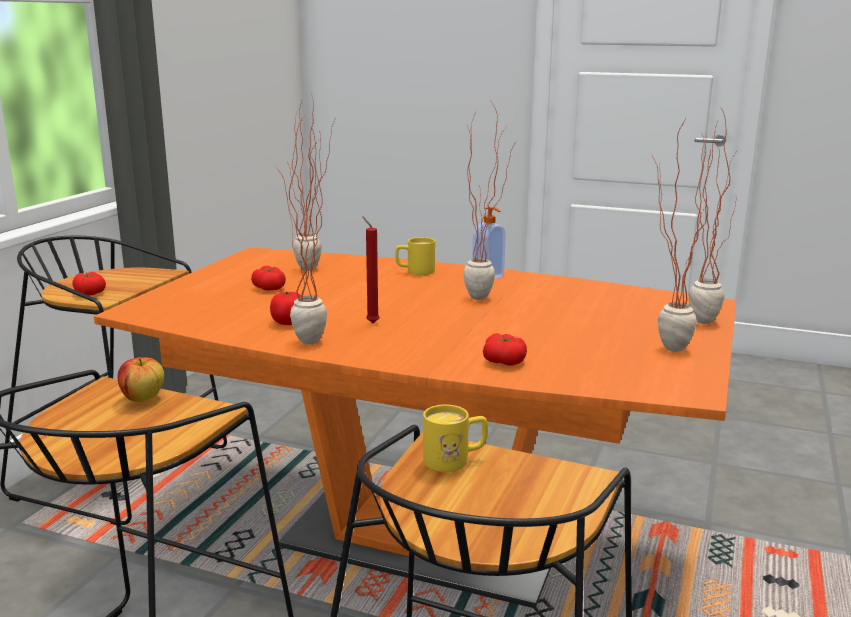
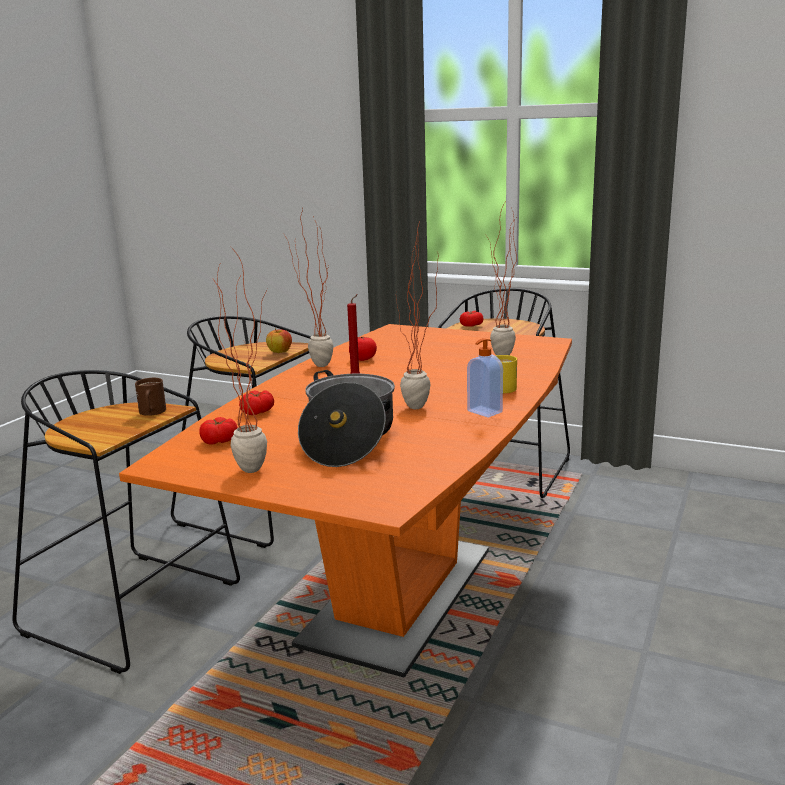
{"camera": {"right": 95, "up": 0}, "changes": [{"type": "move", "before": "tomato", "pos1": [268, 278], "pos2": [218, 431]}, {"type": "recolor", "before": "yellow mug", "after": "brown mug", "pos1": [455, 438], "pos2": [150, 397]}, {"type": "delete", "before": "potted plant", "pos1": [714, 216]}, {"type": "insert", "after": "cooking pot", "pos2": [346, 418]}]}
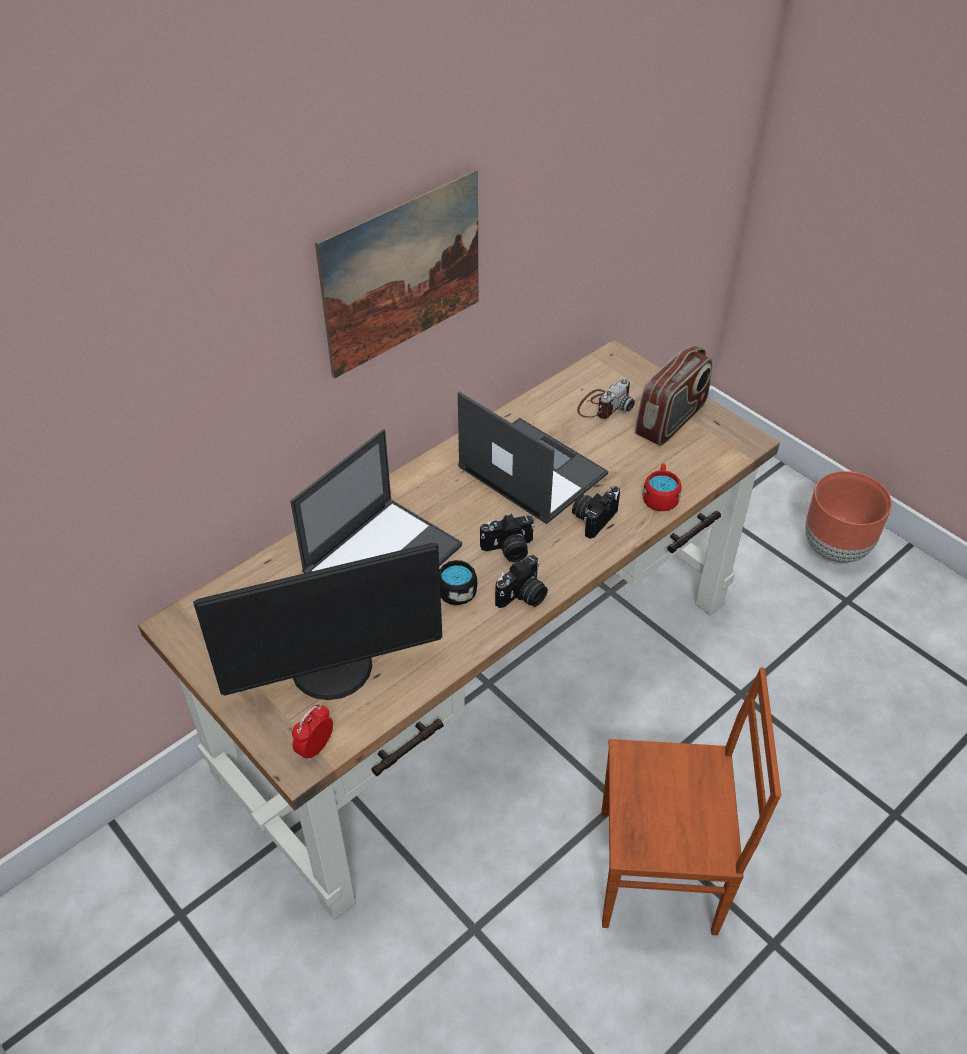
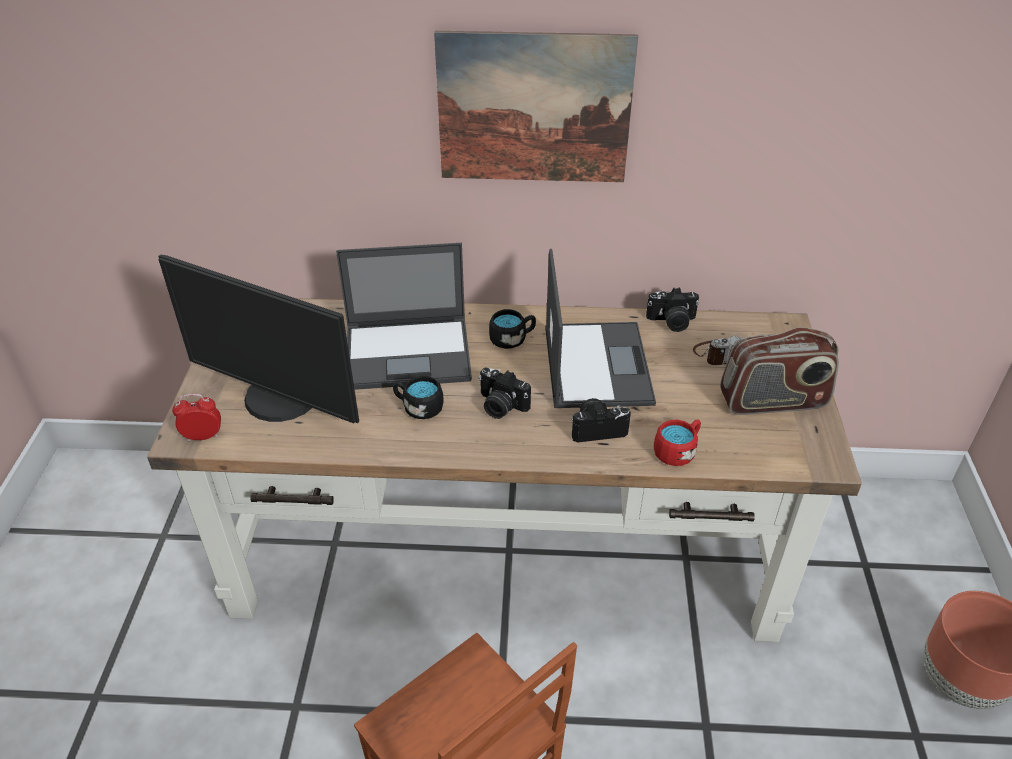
{"camera": {"right": 45, "up": -5}, "changes": [{"type": "move", "before": "photo camera", "pos1": [521, 581], "pos2": [672, 310]}, {"type": "insert", "after": "black mug", "pos2": [512, 329]}]}
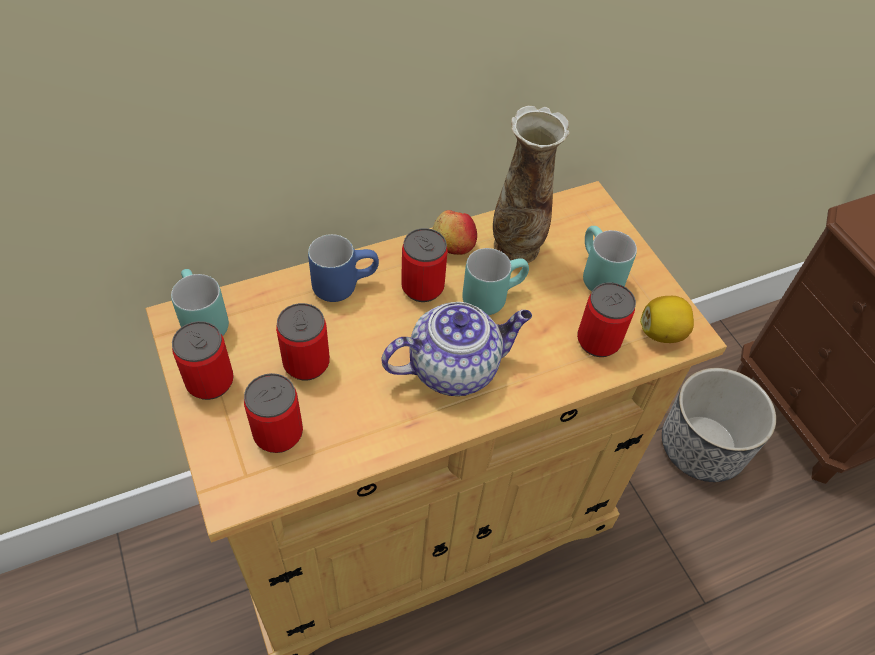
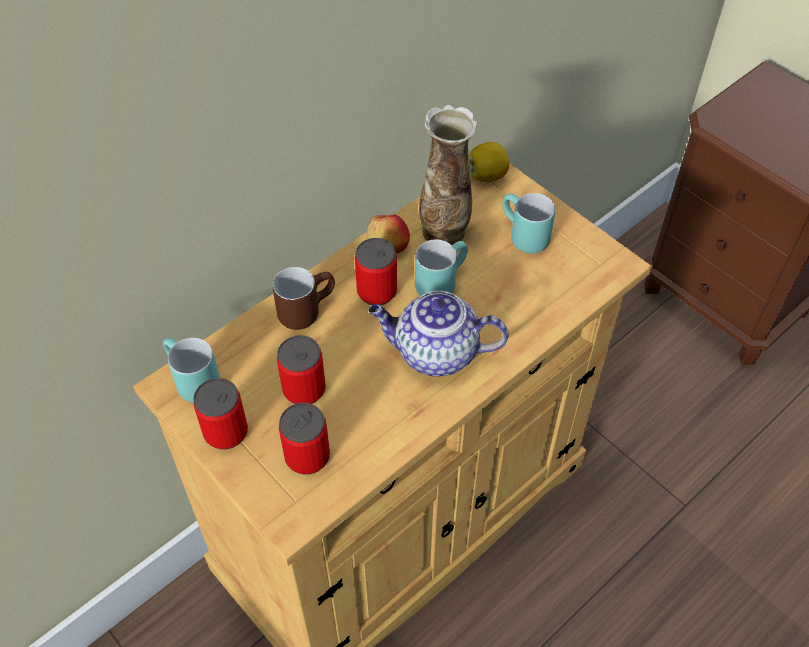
{"camera": {"right": -15, "up": 0}, "changes": [{"type": "recolor", "before": "blue mug", "after": "brown mug", "pos1": [343, 268], "pos2": [303, 298]}, {"type": "rotate", "before": "teapot", "pos1": [456, 349], "pos2": [438, 334], "turn": -135}, {"type": "delete", "before": "can", "pos1": [606, 319]}, {"type": "move", "before": "lemon", "pos1": [667, 319], "pos2": [489, 162]}, {"type": "delete", "before": "planter", "pos1": [719, 425]}]}
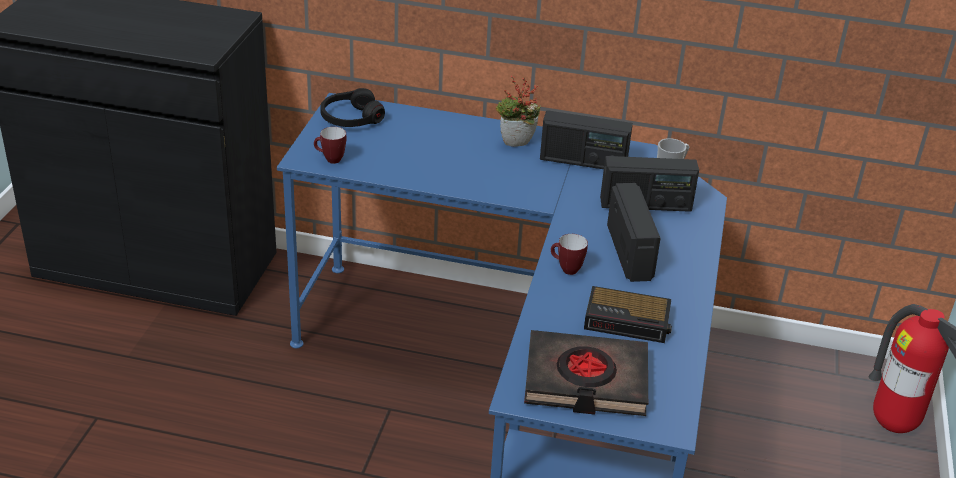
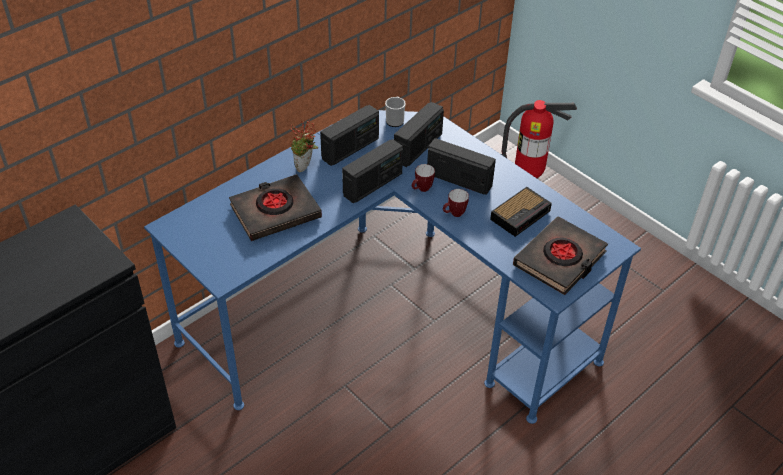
{"camera": {"right": -55, "up": 10}, "changes": [{"type": "move", "before": "mug", "pos1": [330, 145], "pos2": [423, 178]}, {"type": "delete", "before": "black headphones", "pos1": [352, 107]}, {"type": "insert", "after": "black book", "pos2": [275, 207]}, {"type": "insert", "after": "radio", "pos2": [372, 171]}]}
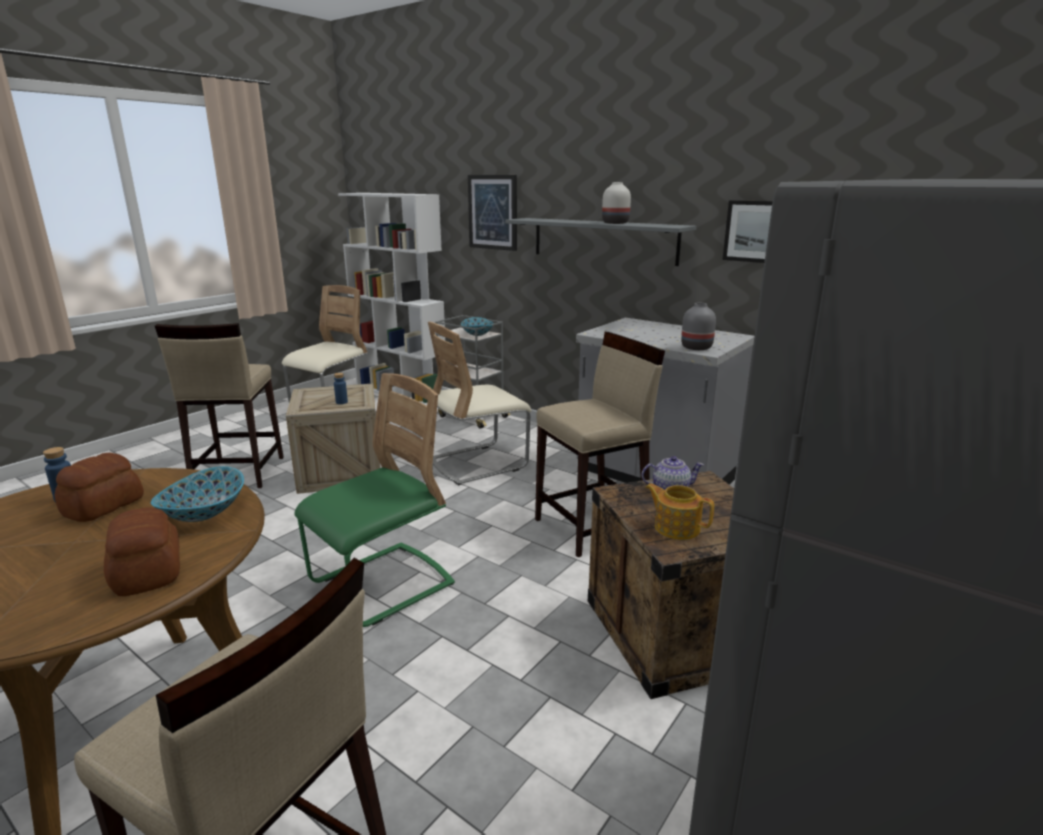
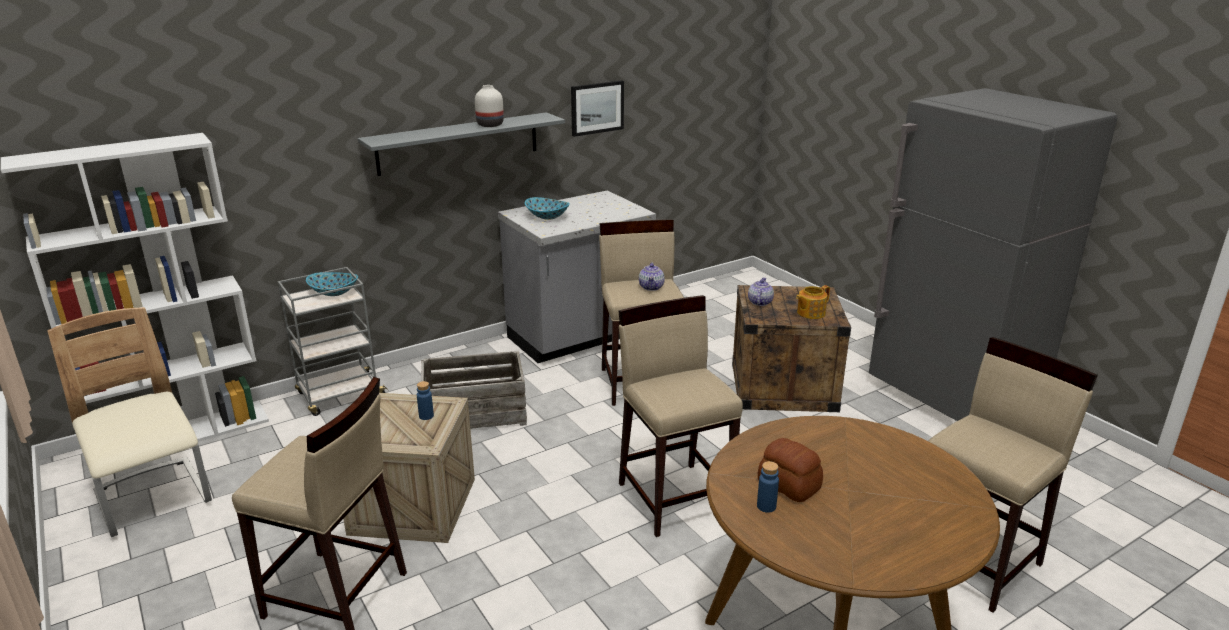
{"camera": {"right": -70, "up": 5}, "changes": [{"type": "delete", "before": "bread", "pos1": [142, 551]}, {"type": "move", "before": "bowl", "pos1": [197, 494], "pos2": [547, 208]}, {"type": "replace", "before": "green chair", "after": "beige stool", "pos1": [374, 500], "pos2": [681, 416]}, {"type": "replace", "before": "beige chair", "after": "crate", "pos1": [480, 403], "pos2": [474, 390]}, {"type": "delete", "before": "picture", "pos1": [492, 213]}, {"type": "delete", "before": "grey vase", "pos1": [698, 326]}, {"type": "insert", "after": "teapot", "pos2": [652, 276]}]}
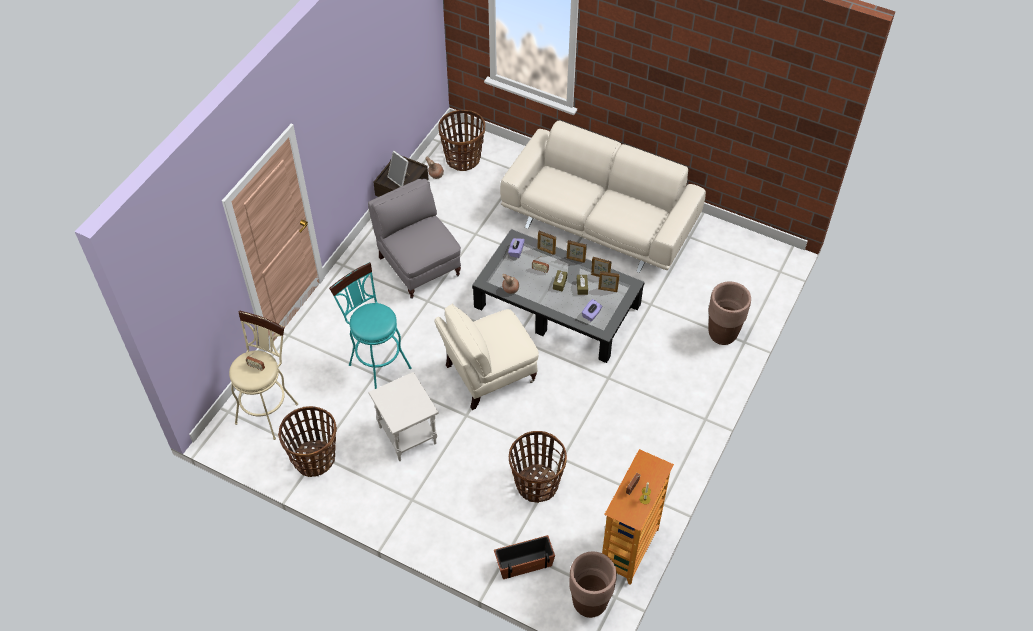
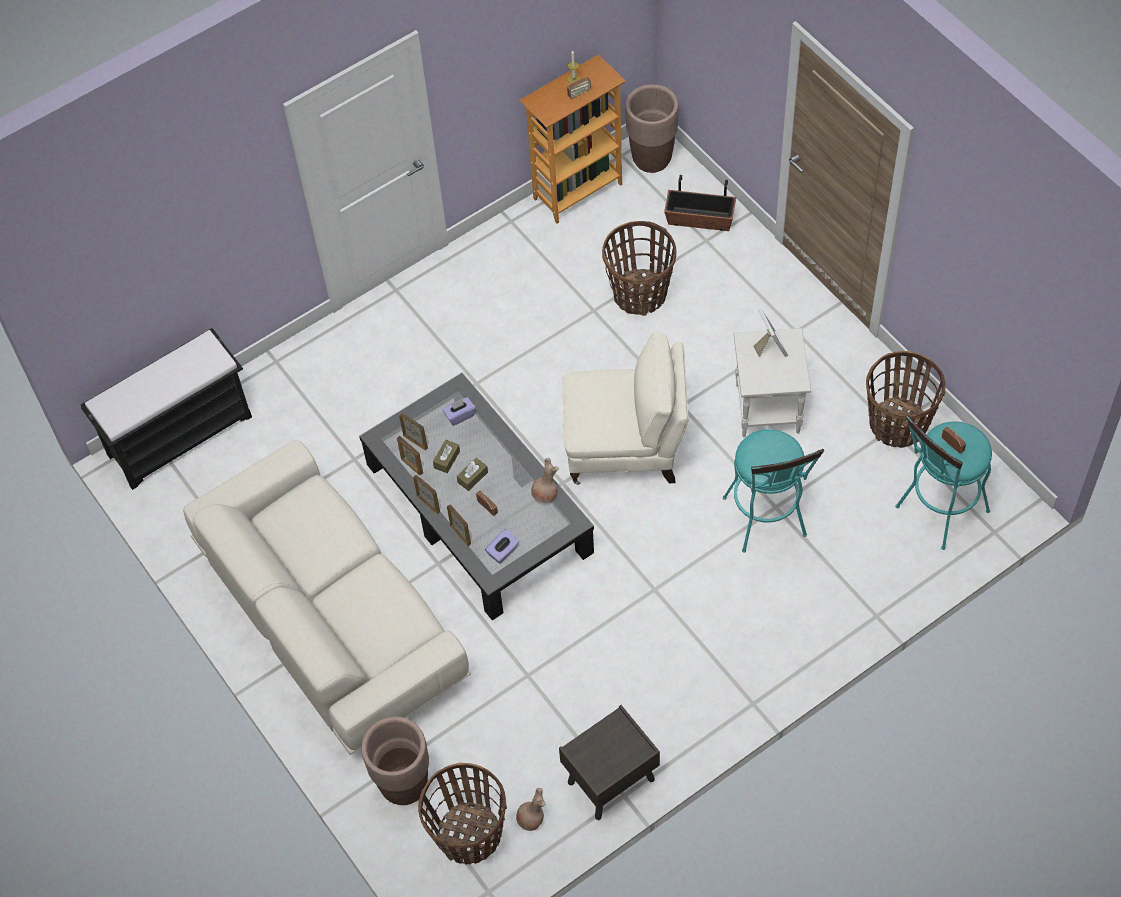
{"camera": {"right": -150, "up": 5}, "changes": [{"type": "recolor", "before": "beige stool", "after": "turquoise stool", "pos1": [263, 375], "pos2": [943, 482]}, {"type": "delete", "before": "grey armchair", "pos1": [414, 239]}, {"type": "move", "before": "picture frame", "pos1": [398, 169], "pos2": [770, 333]}, {"type": "move", "before": "brown planter", "pos1": [730, 313], "pos2": [395, 761]}, {"type": "insert", "after": "black bench", "pos2": [166, 409]}]}
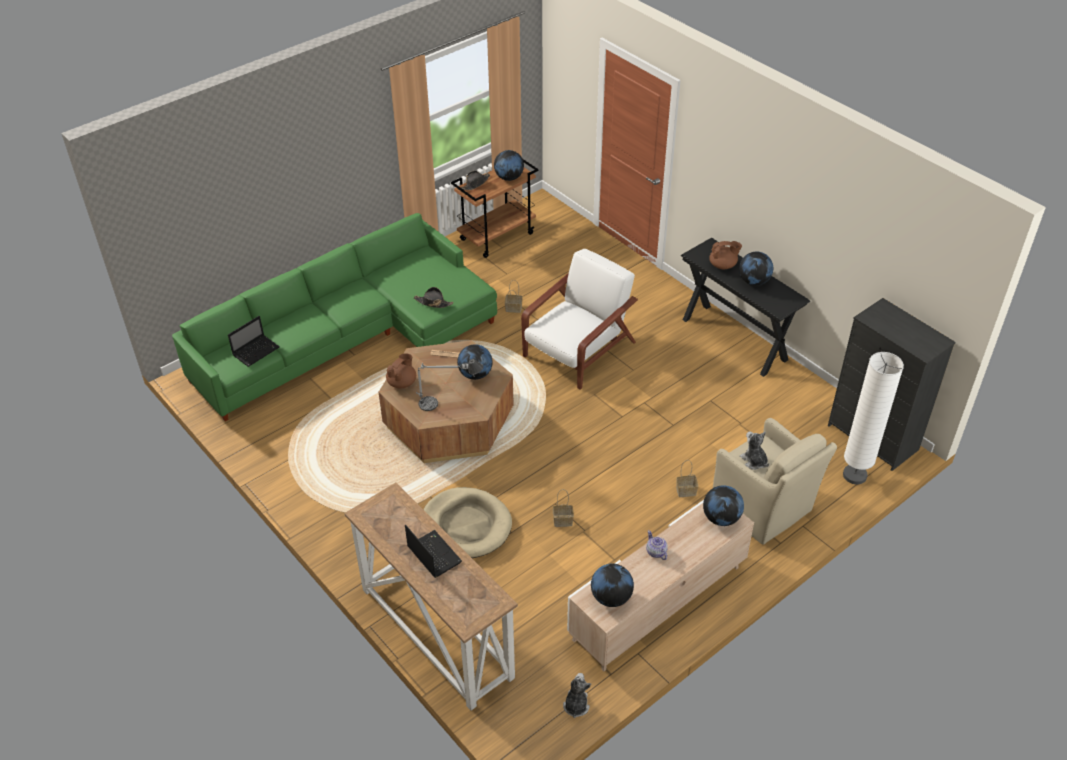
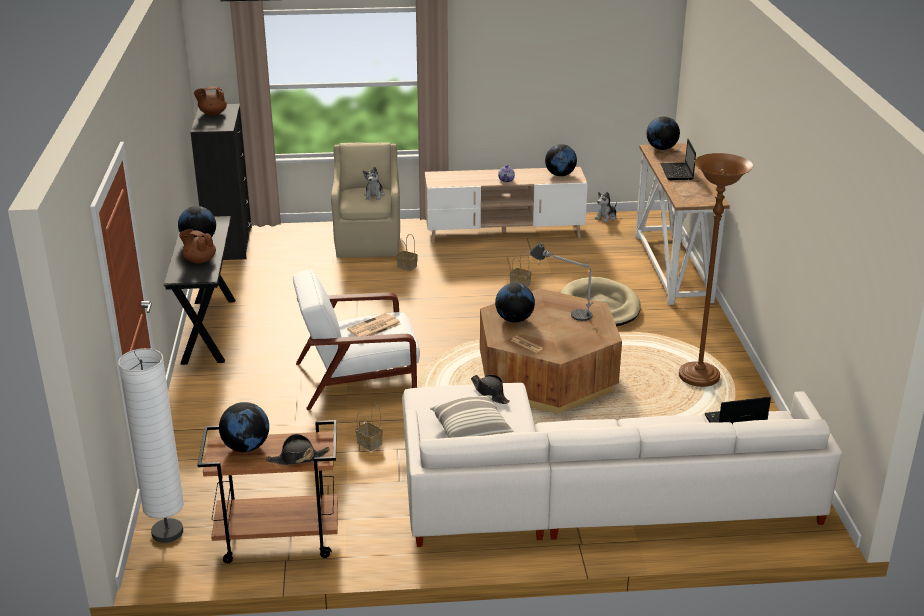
{"camera": {"right": -145, "up": -15}, "changes": [{"type": "recolor", "before": "green sofa", "after": "white sofa", "pos1": [334, 317], "pos2": [622, 465]}, {"type": "move", "before": "brown teapot", "pos1": [401, 370], "pos2": [210, 101]}, {"type": "move", "before": "globe", "pos1": [723, 505], "pos2": [663, 133]}, {"type": "move", "before": "white floor lamp", "pos1": [873, 418], "pos2": [151, 445]}, {"type": "insert", "after": "newspaper", "pos2": [374, 324]}, {"type": "insert", "after": "pillow", "pos2": [471, 416]}, {"type": "insert", "after": "brown floor lamp", "pos2": [716, 270]}]}
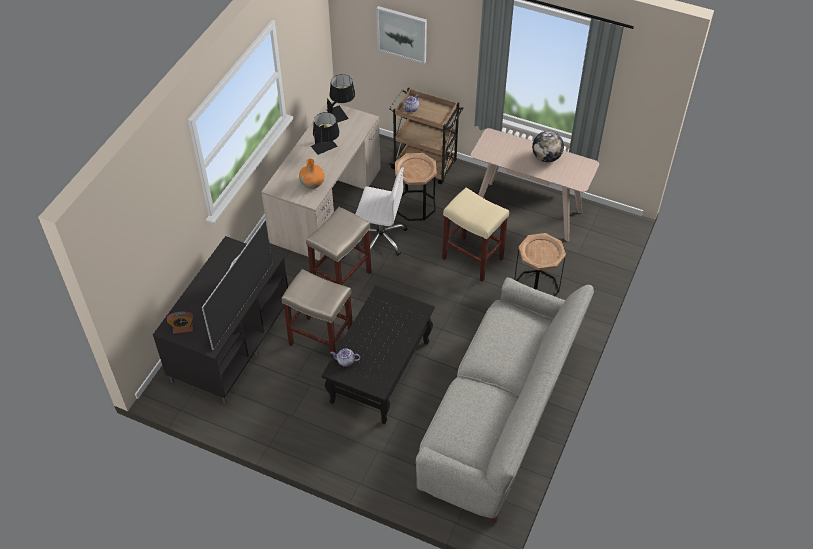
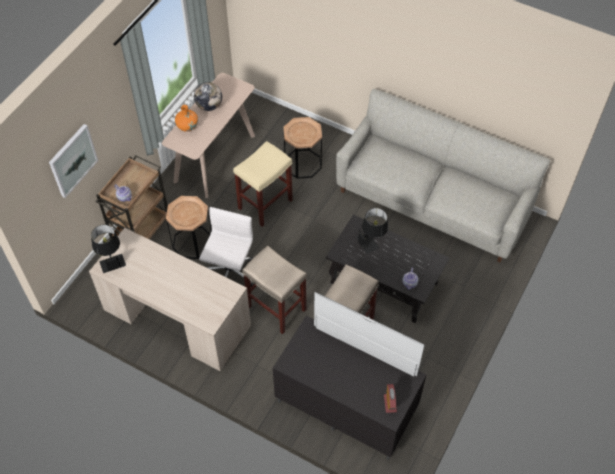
{"camera": {"right": -85, "up": 5}, "changes": [{"type": "move", "before": "orange vase", "pos1": [312, 174], "pos2": [186, 118]}, {"type": "move", "before": "black table lamp", "pos1": [325, 133], "pos2": [372, 231]}]}
